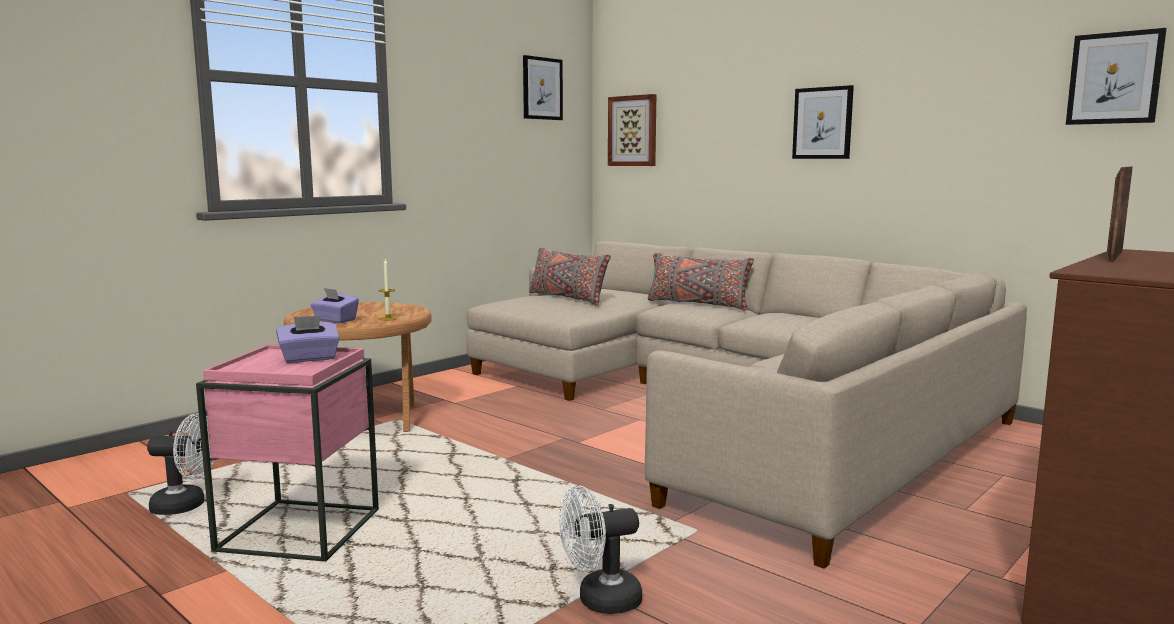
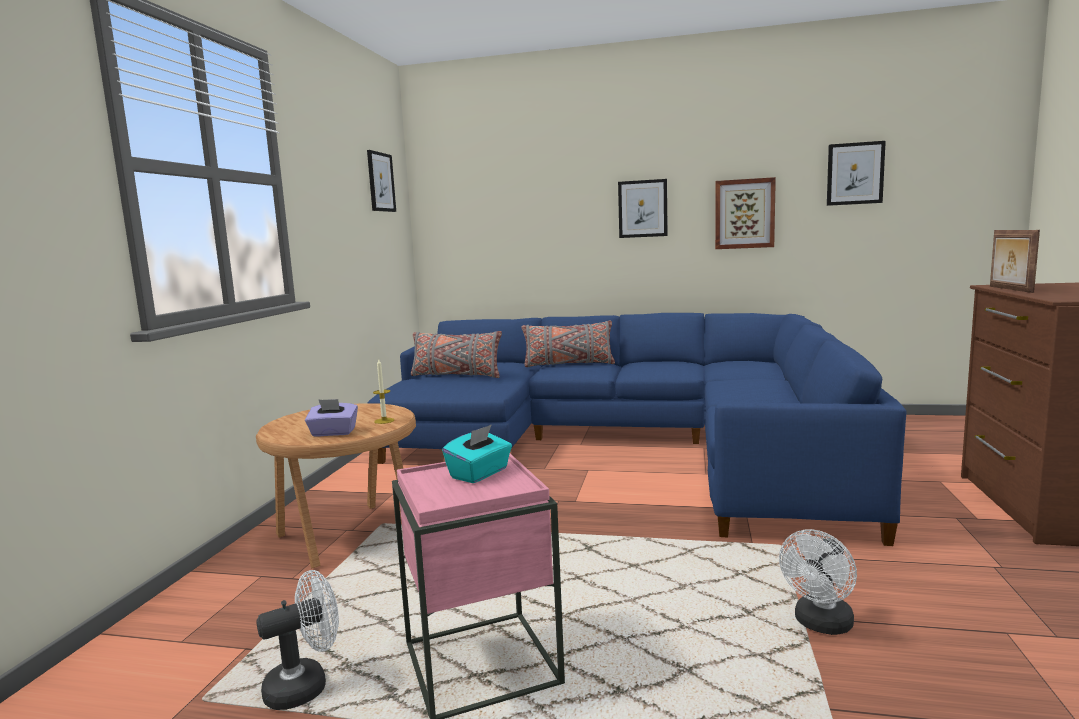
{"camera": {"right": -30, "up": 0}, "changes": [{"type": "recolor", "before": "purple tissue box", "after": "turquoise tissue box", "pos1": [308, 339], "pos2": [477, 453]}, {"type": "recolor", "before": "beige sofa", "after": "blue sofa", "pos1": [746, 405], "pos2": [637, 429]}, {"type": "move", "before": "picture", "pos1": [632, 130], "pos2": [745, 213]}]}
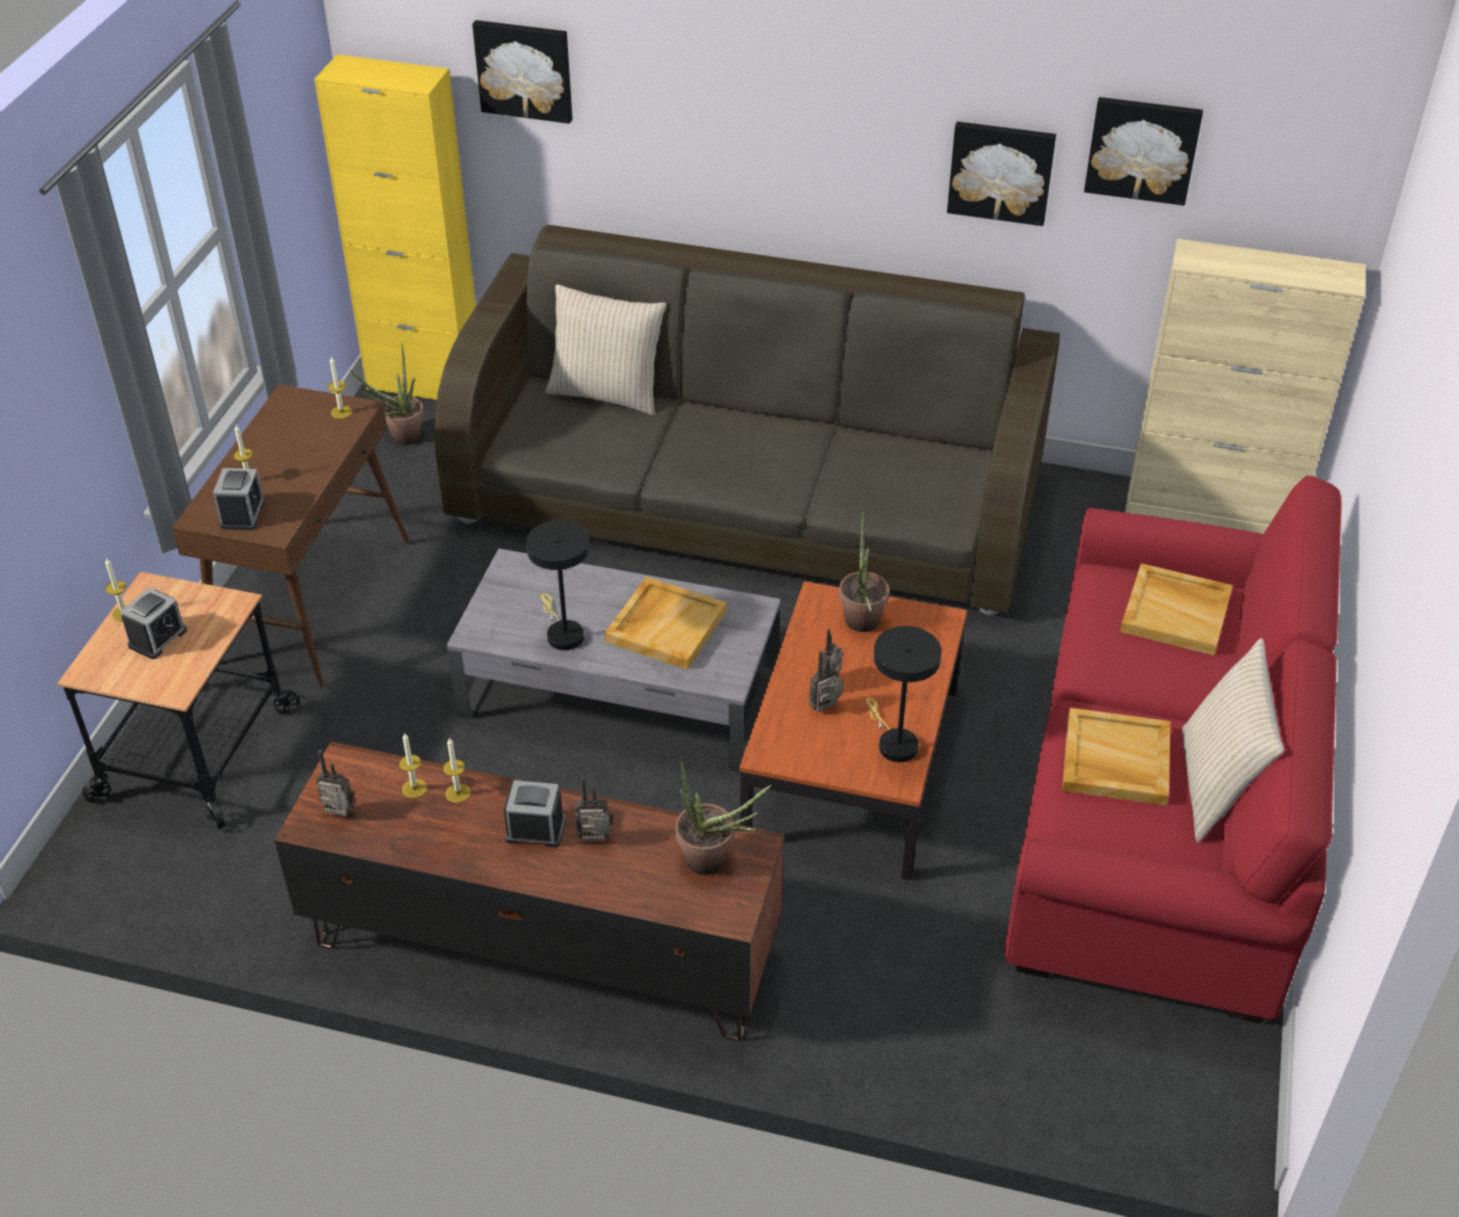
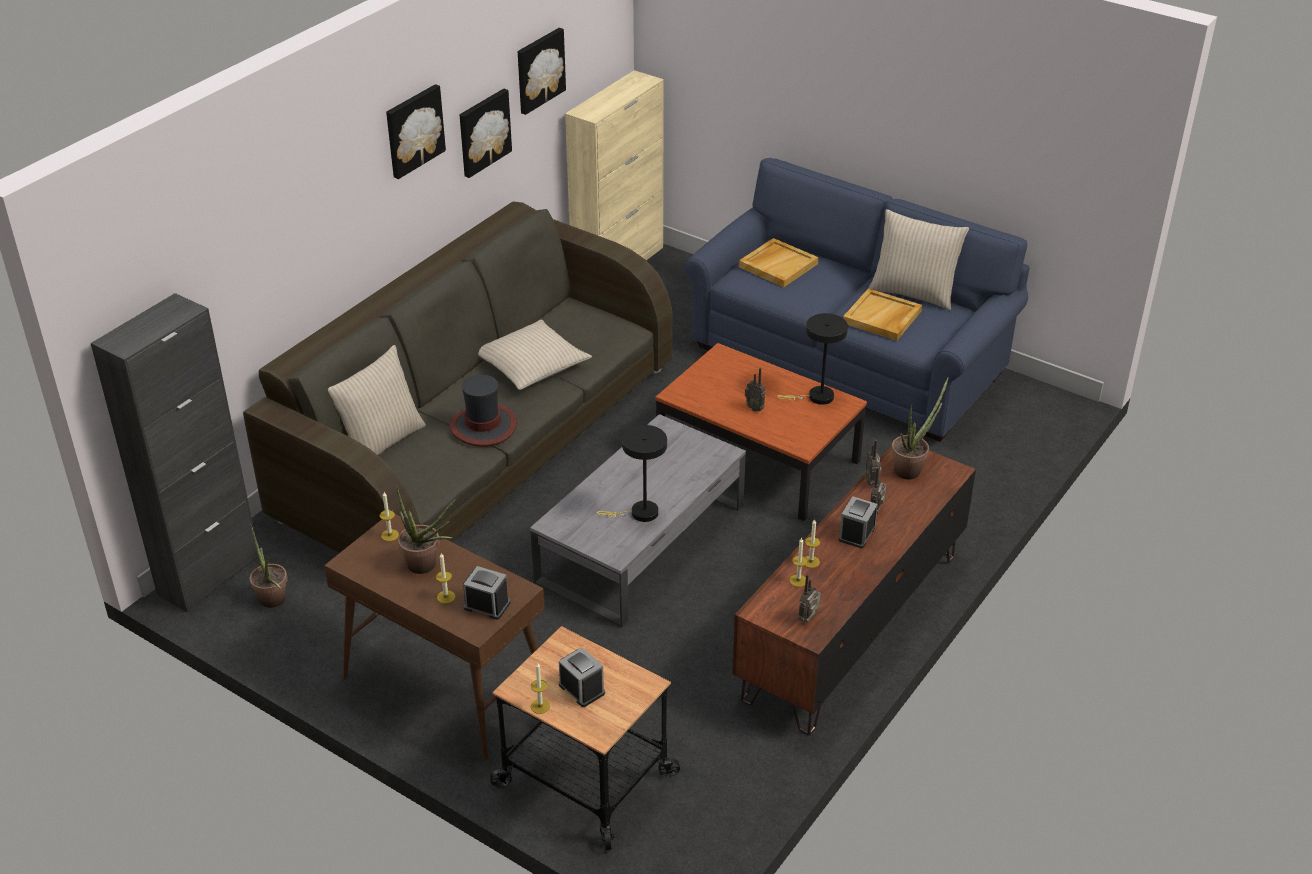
{"camera": {"right": -70, "up": -5}, "changes": [{"type": "recolor", "before": "yellow cabinet", "after": "black cabinet", "pos1": [395, 227], "pos2": [174, 453]}, {"type": "move", "before": "picture", "pos1": [522, 72], "pos2": [416, 131]}, {"type": "delete", "before": "beige tray", "pos1": [666, 623]}, {"type": "move", "before": "radio", "pos1": [826, 681], "pos2": [873, 463]}, {"type": "move", "before": "potted plant", "pos1": [864, 572], "pos2": [426, 529]}, {"type": "recolor", "before": "red sofa", "after": "blue sofa", "pos1": [1173, 749], "pos2": [857, 300]}, {"type": "insert", "after": "hat", "pos2": [483, 411]}, {"type": "insert", "after": "beige pillow", "pos2": [535, 355]}]}
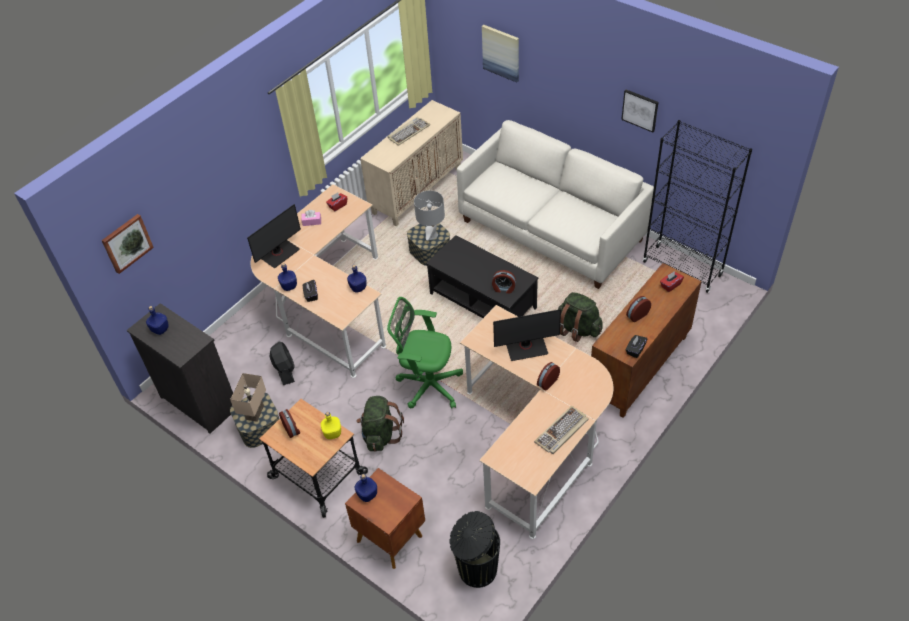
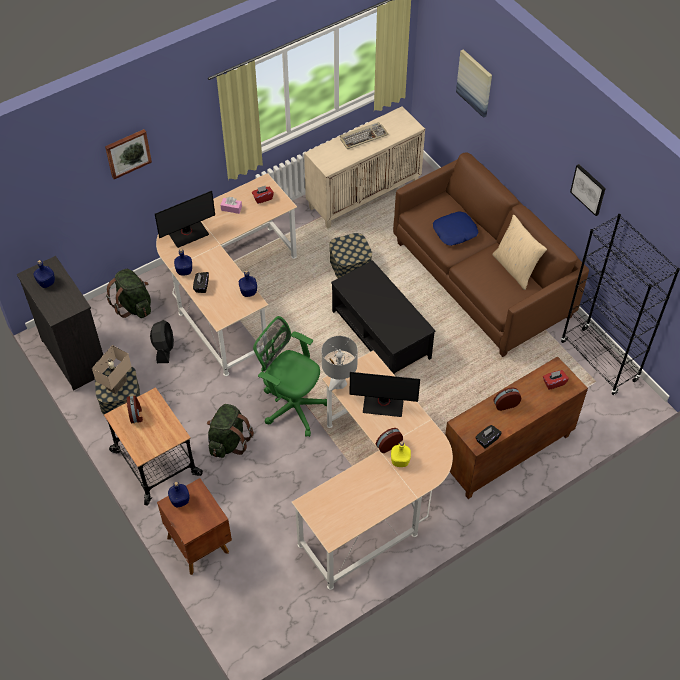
{"camera": {"right": 15, "up": 5}, "changes": [{"type": "move", "before": "picture", "pos1": [127, 244], "pos2": [128, 154]}, {"type": "move", "before": "yellow bottle", "pos1": [331, 425], "pos2": [401, 454]}, {"type": "move", "before": "grey table lamp", "pos1": [429, 216], "pos2": [340, 363]}, {"type": "delete", "before": "black trash can", "pos1": [474, 549]}, {"type": "recolor", "before": "white sofa", "after": "brown sofa", "pos1": [555, 204], "pos2": [491, 254]}, {"type": "delete", "before": "alarm clock", "pos1": [504, 282]}, {"type": "delete", "before": "keyboard", "pos1": [561, 430]}, {"type": "move", "before": "green backpack", "pos1": [580, 317], "pos2": [128, 293]}, {"type": "insert", "after": "blue pillow", "pos2": [455, 229]}, {"type": "insert", "after": "beige pillow", "pos2": [519, 252]}]}
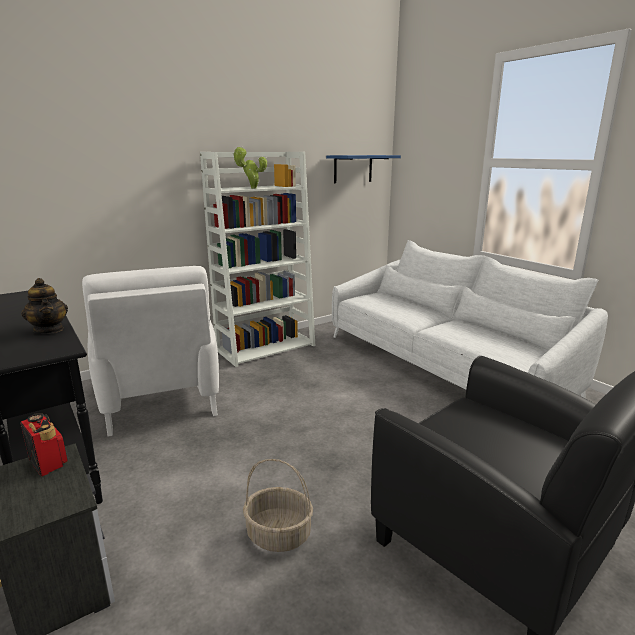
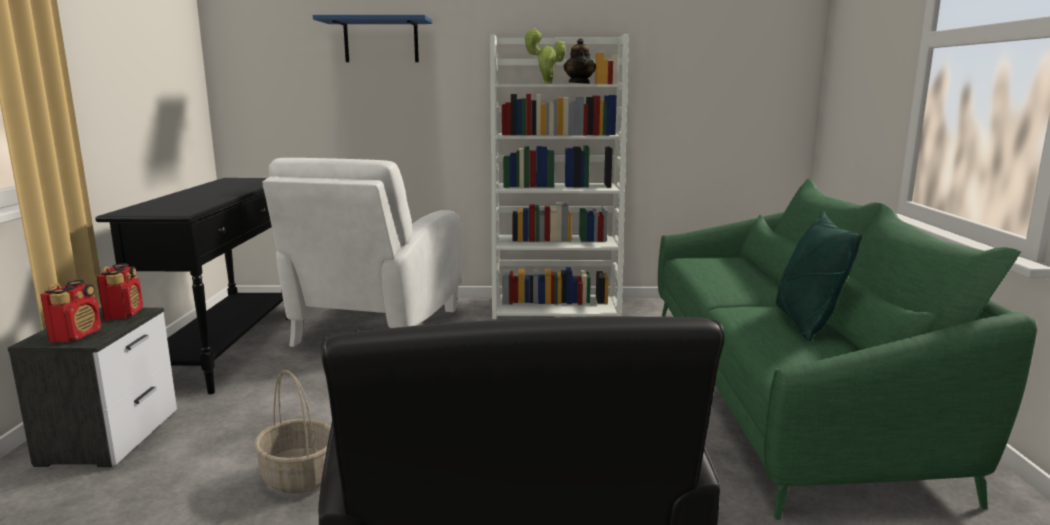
{"camera": {"right": 35, "up": -5}, "changes": [{"type": "move", "before": "teapot", "pos1": [44, 306], "pos2": [579, 61]}, {"type": "move", "before": "blue shelf", "pos1": [363, 169], "pos2": [373, 38]}, {"type": "recolor", "before": "white sofa", "after": "green sofa", "pos1": [470, 319], "pos2": [847, 349]}, {"type": "insert", "after": "radio", "pos2": [70, 311]}, {"type": "insert", "after": "green pillow", "pos2": [819, 276]}]}
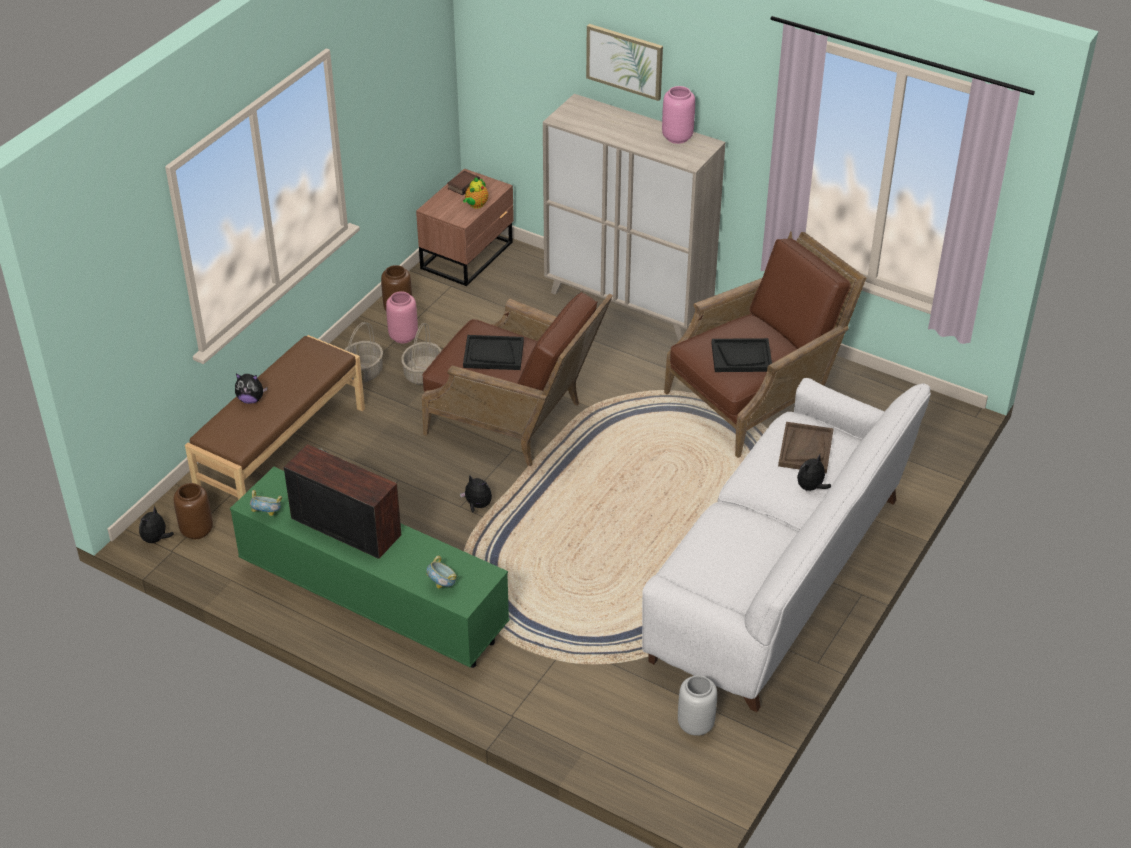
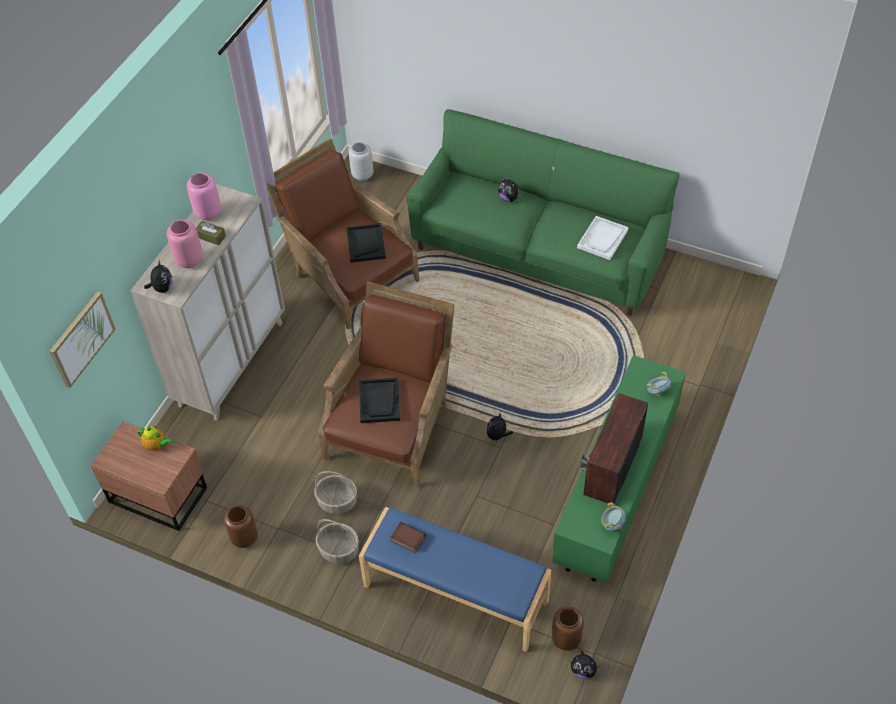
{"camera": {"right": -95, "up": 10}, "changes": [{"type": "recolor", "before": "brown bench", "after": "blue bench", "pos1": [275, 417], "pos2": [455, 579]}, {"type": "move", "before": "plush toy", "pos1": [251, 389], "pos2": [158, 276]}, {"type": "move", "before": "pink vase", "pos1": [402, 317], "pos2": [185, 244]}, {"type": "move", "before": "book", "pos1": [463, 183], "pos2": [408, 537]}, {"type": "move", "before": "picture", "pos1": [624, 62], "pos2": [83, 339]}, {"type": "recolor", "before": "white sofa", "after": "green sofa", "pos1": [786, 545], "pos2": [543, 212]}, {"type": "move", "before": "grey vase", "pos1": [697, 705], "pos2": [361, 161]}, {"type": "delete", "before": "brown tray", "pos1": [806, 448]}, {"type": "insert", "after": "brown tissue box", "pos2": [211, 233]}, {"type": "insert", "after": "white tray", "pos2": [603, 238]}]}
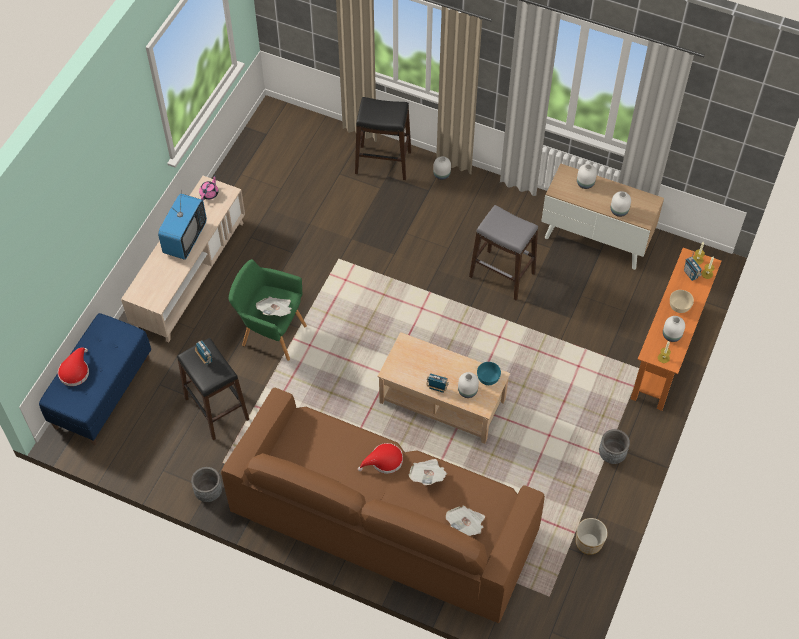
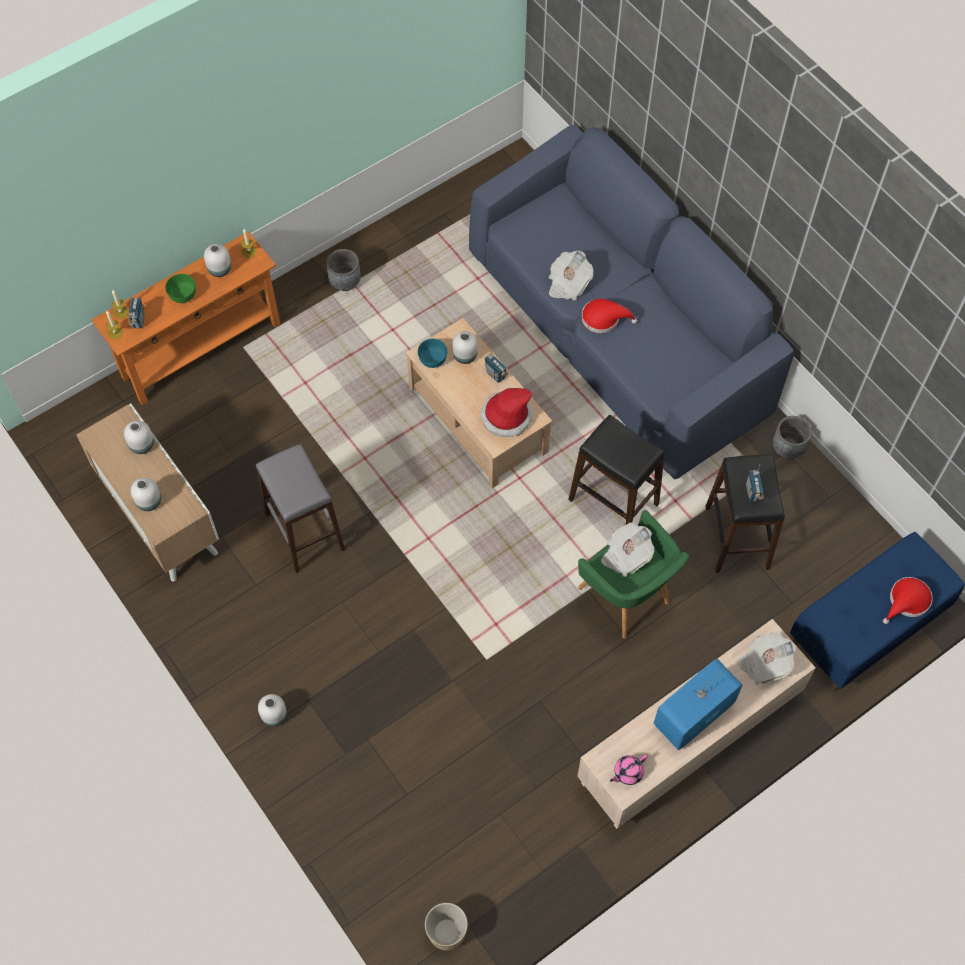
{"camera": {"right": -150, "up": 5}, "changes": [{"type": "recolor", "before": "brown sofa", "after": "blue sofa", "pos1": [383, 505], "pos2": [631, 302]}, {"type": "move", "before": "black stool", "pos1": [383, 138], "pos2": [616, 470]}, {"type": "move", "before": "newspaper", "pos1": [465, 520], "pos2": [766, 658]}, {"type": "move", "before": "planter", "pos1": [592, 536], "pos2": [446, 927]}, {"type": "recolor", "before": "beige bowl", "after": "green bowl", "pos1": [682, 301], "pos2": [180, 288]}, {"type": "insert", "after": "hat", "pos2": [506, 412]}]}
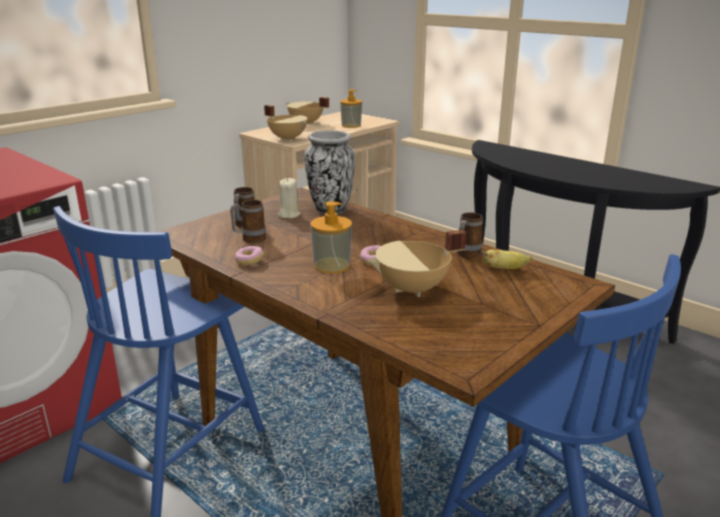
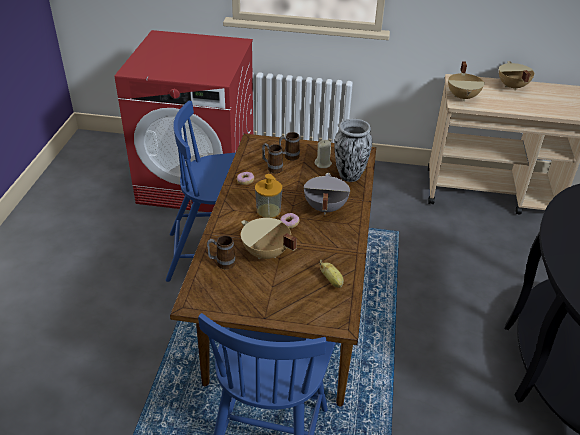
{"camera": {"right": 55, "up": 15}, "changes": [{"type": "delete", "before": "soap dispenser", "pos1": [351, 108]}, {"type": "move", "before": "mug", "pos1": [470, 235], "pos2": [221, 252]}, {"type": "insert", "after": "grey cooking pot", "pos2": [327, 193]}]}
